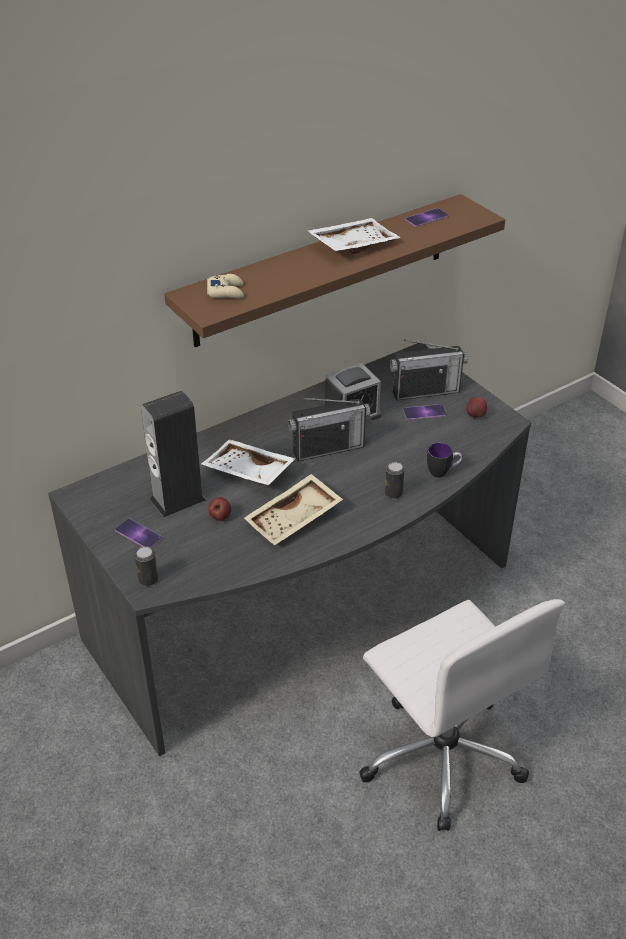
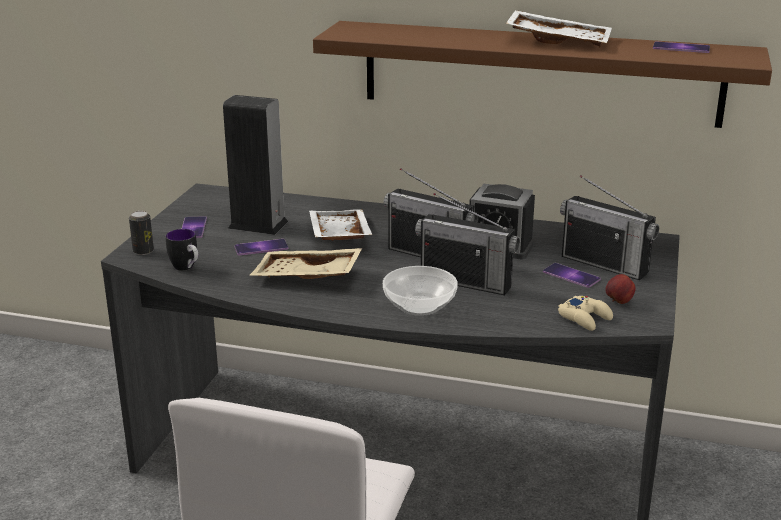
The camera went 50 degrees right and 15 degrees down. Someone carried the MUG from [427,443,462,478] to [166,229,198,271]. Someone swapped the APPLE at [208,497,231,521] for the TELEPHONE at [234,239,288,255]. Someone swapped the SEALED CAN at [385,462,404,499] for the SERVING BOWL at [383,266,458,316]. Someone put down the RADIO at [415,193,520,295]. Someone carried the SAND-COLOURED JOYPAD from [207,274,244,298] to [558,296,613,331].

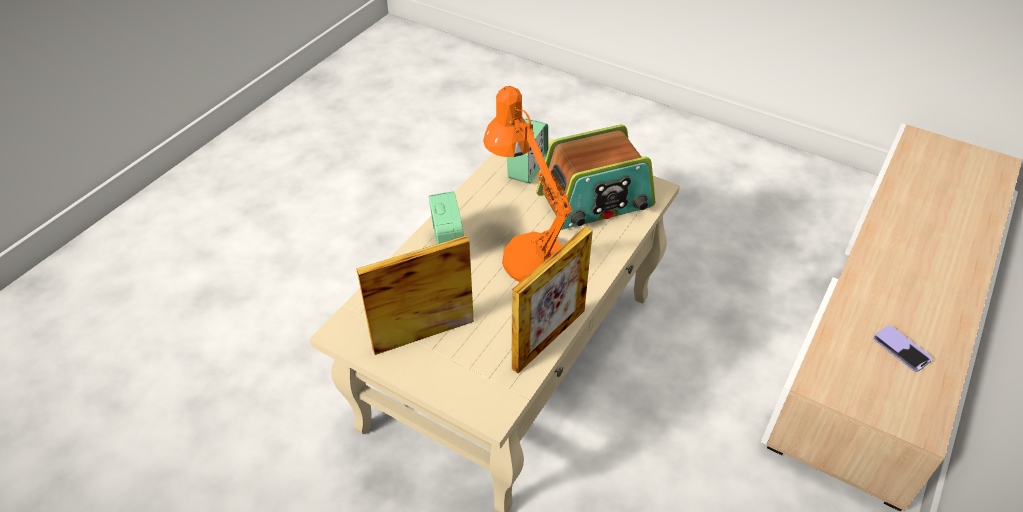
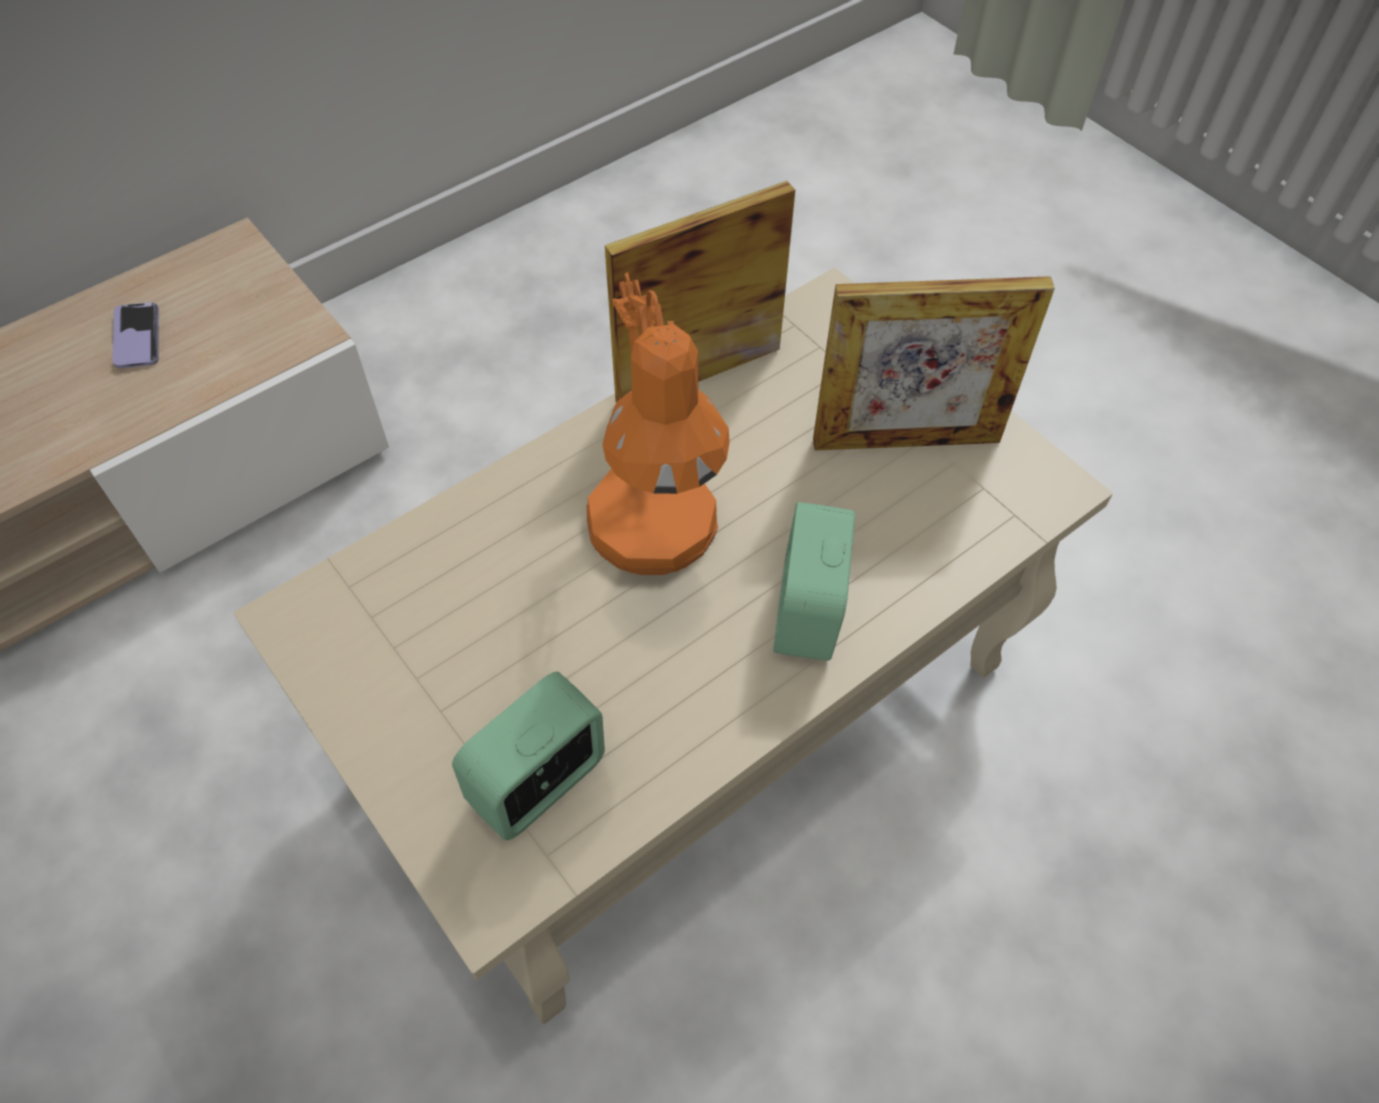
The camera went 160 degrees left and 10 degrees up. Someone took away the RADIO at [536,125,655,230].

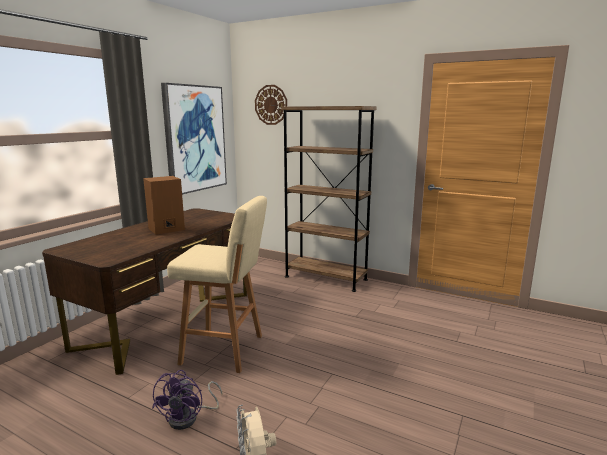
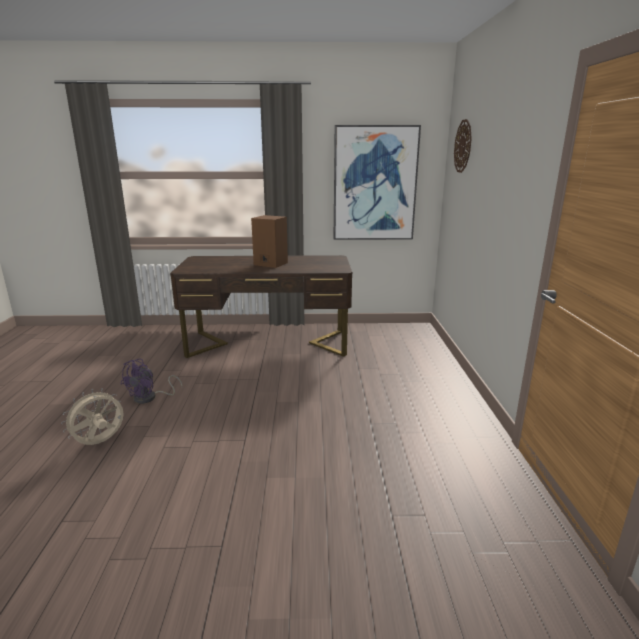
The camera went 60 degrees right and 5 degrees up. Someone rotated the PURPLE FAN at [152,370,222,430] by 45 degrees counterclockwise. Someone took away the SAND-COLOURED SITTING STOOL at [167,196,267,373]. Someone took away the BROWN BOOKSHELF at [281,106,377,292].

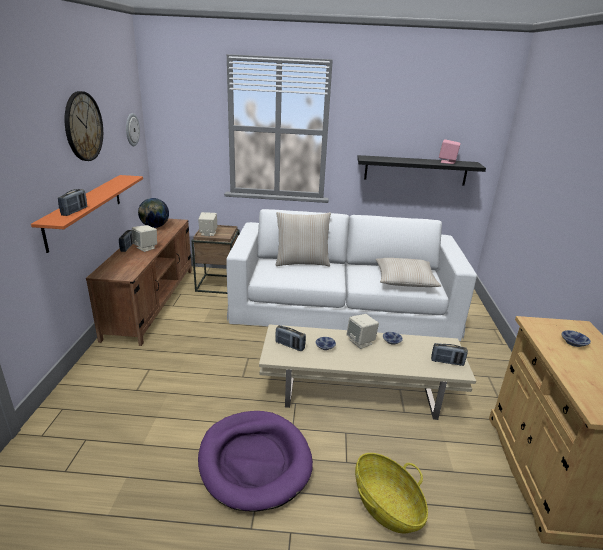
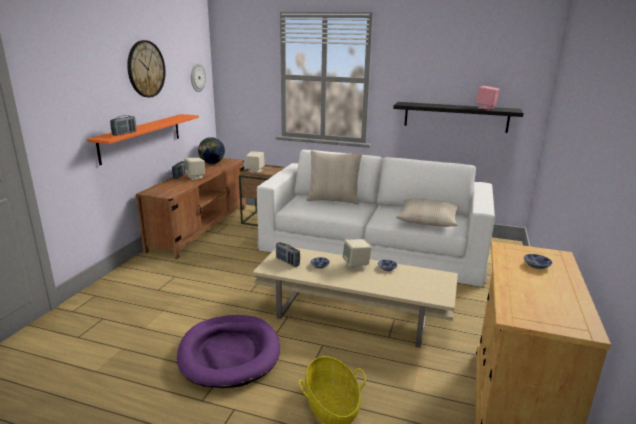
The camera went 15 degrees right and 5 degrees down. Someone took away the RADIO at [431,343,468,366].

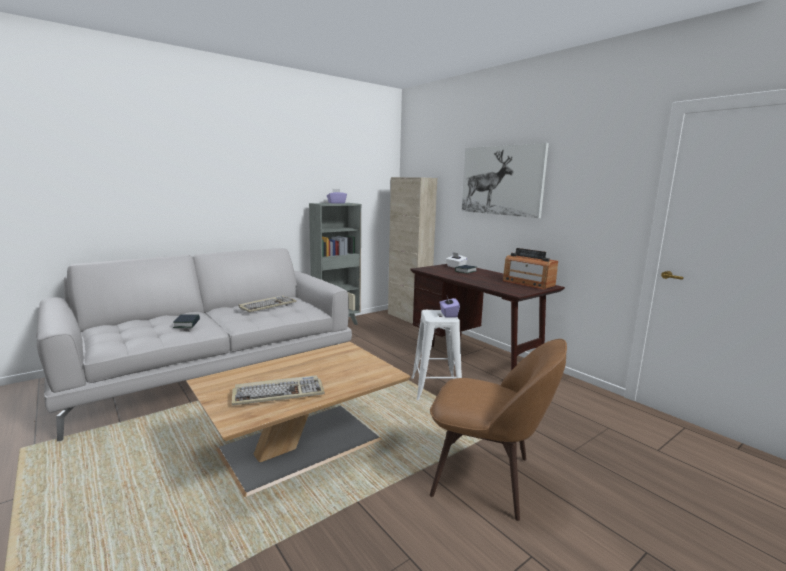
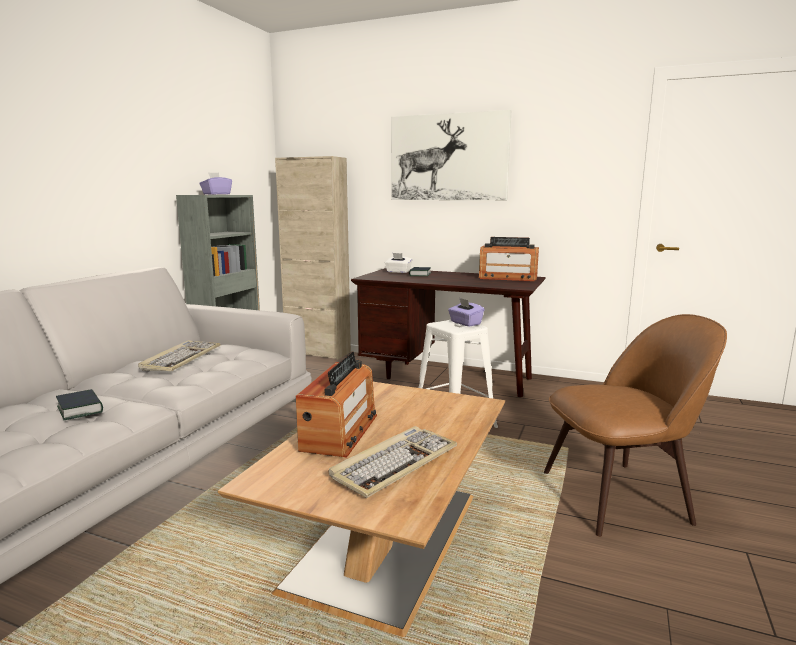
The camera went 30 degrees left and 0 degrees up. Someone put down the RADIO at [296,352,377,457].

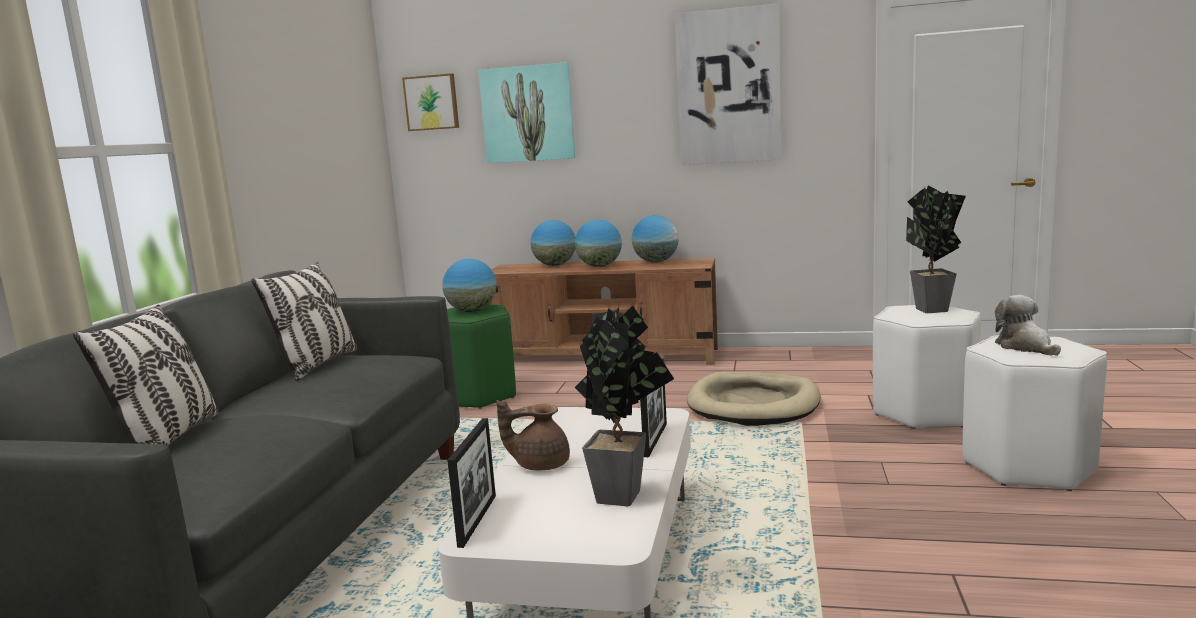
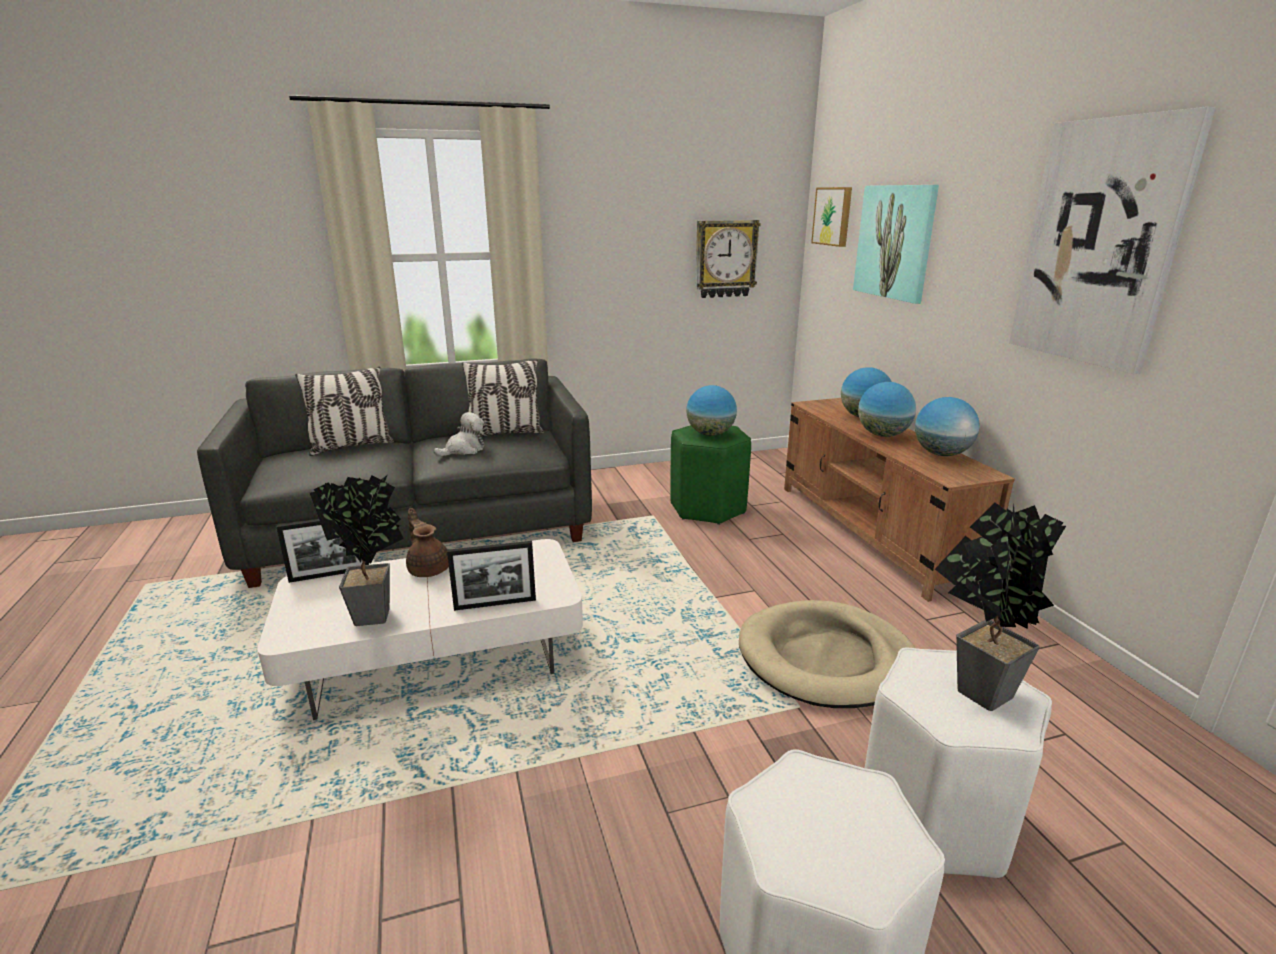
The camera went 60 degrees right and 10 degrees up. Someone carried the PLUSH TOY from [995,295,1061,356] to [434,412,485,456]. Someone put up the WALL CLOCK at [695,220,761,298].

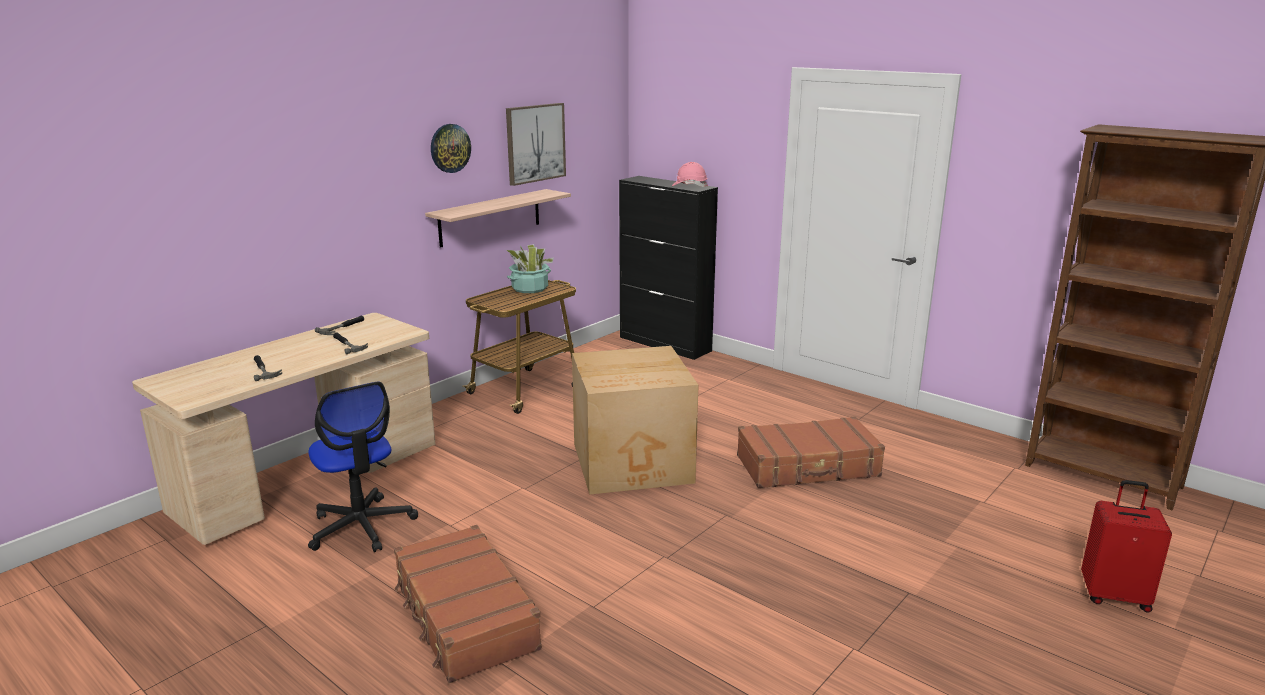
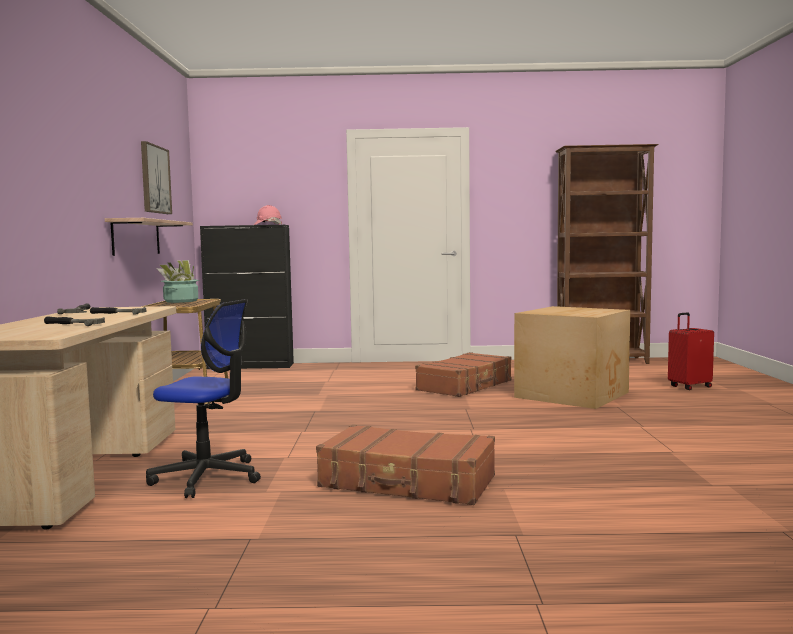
The camera went 40 degrees left and 15 degrees down. Someone carried the CARDBOARD BOX from [572,346,698,495] to [514,306,630,409]. Someone took away the WALL CLOCK at [431,124,471,173].

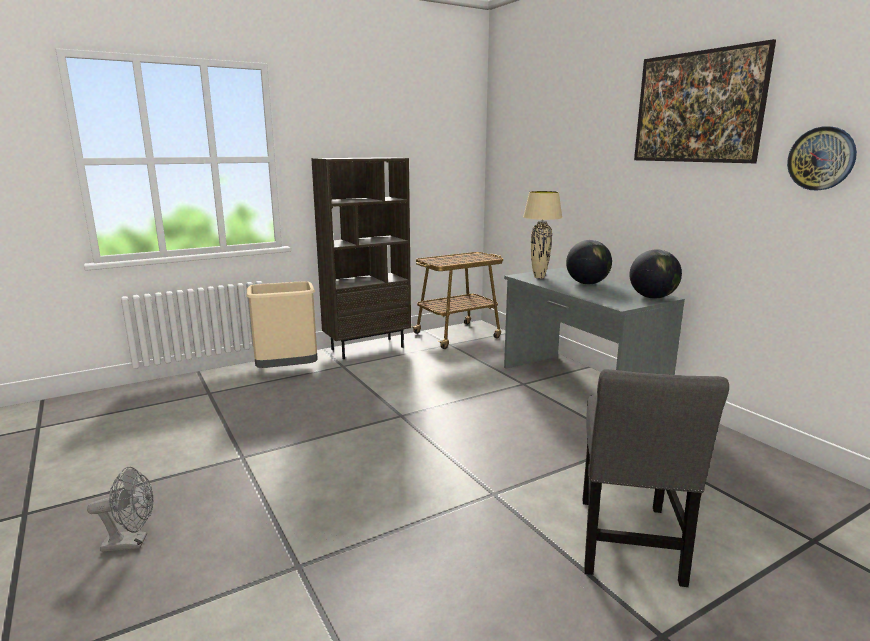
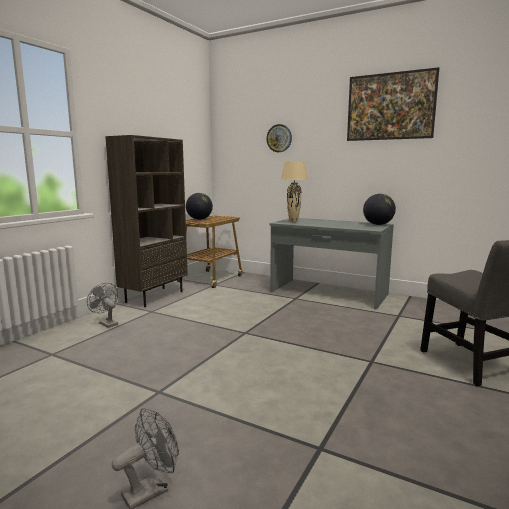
The camera went 30 degrees left and 5 degrees down. Someone swapped the SAND-COLOURED WASTE BIN at [246,281,318,368] for the GREYISH FAN at [87,283,118,328]. Someone carried the GLOBE from [566,240,612,284] to [186,193,213,220]. Someone carried the WALL CLOCK from [787,126,857,190] to [266,124,292,152].

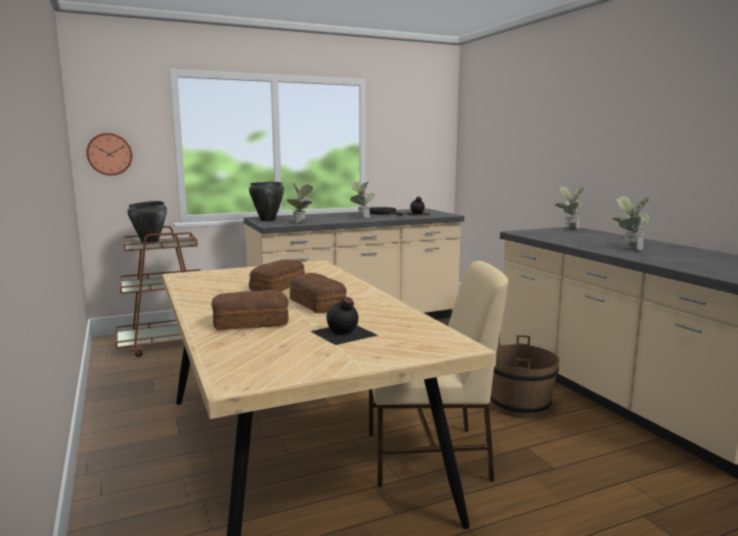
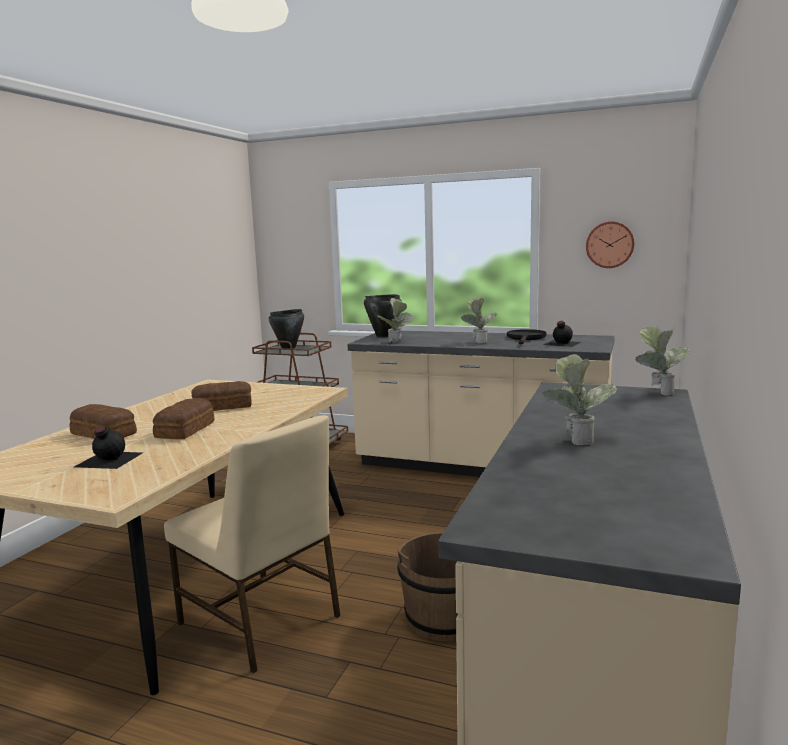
The camera went 45 degrees right and 0 degrees up. Someone carried the WALL CLOCK from [86,133,132,176] to [586,221,634,268].

